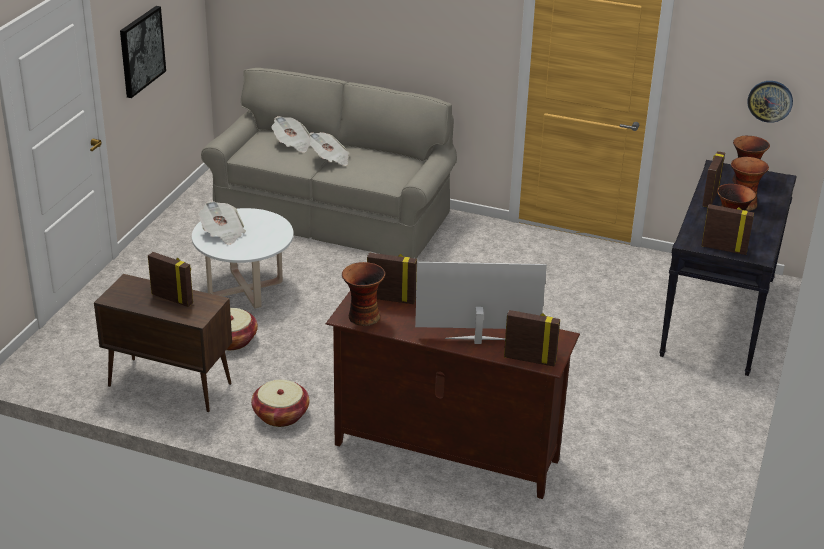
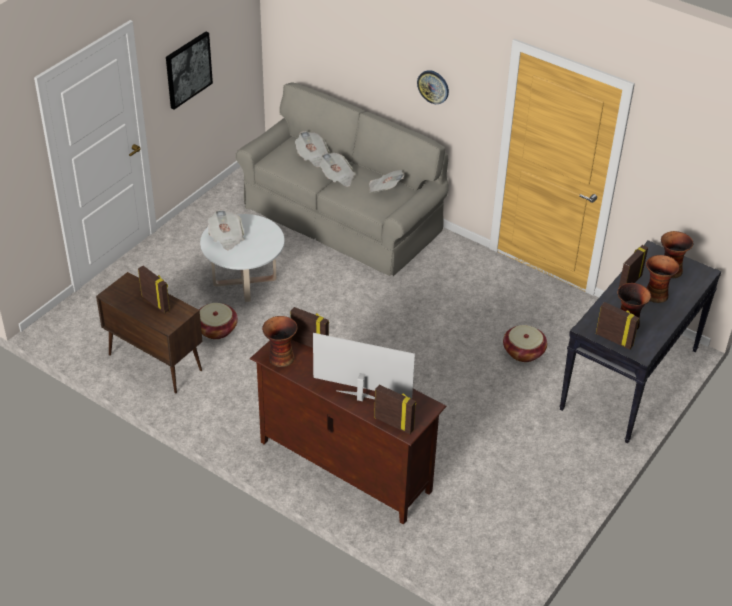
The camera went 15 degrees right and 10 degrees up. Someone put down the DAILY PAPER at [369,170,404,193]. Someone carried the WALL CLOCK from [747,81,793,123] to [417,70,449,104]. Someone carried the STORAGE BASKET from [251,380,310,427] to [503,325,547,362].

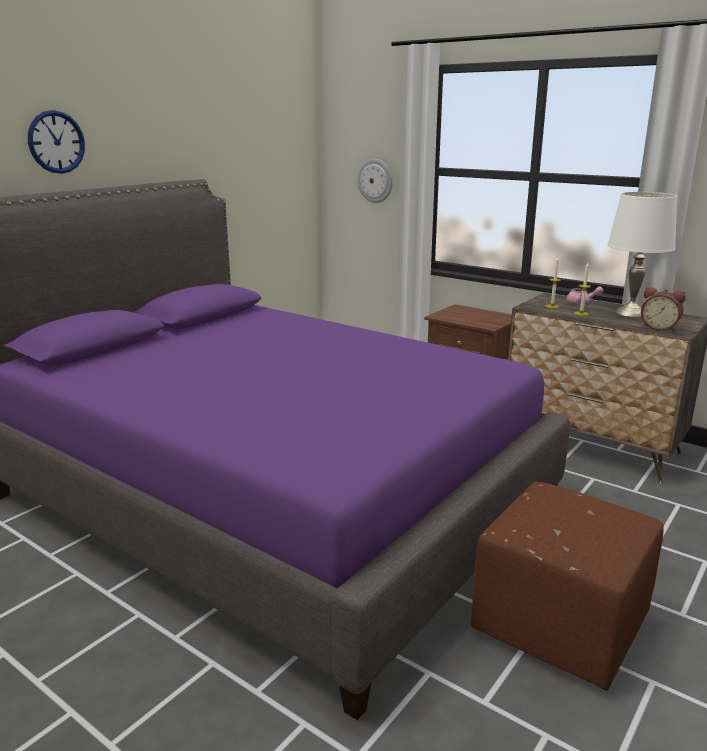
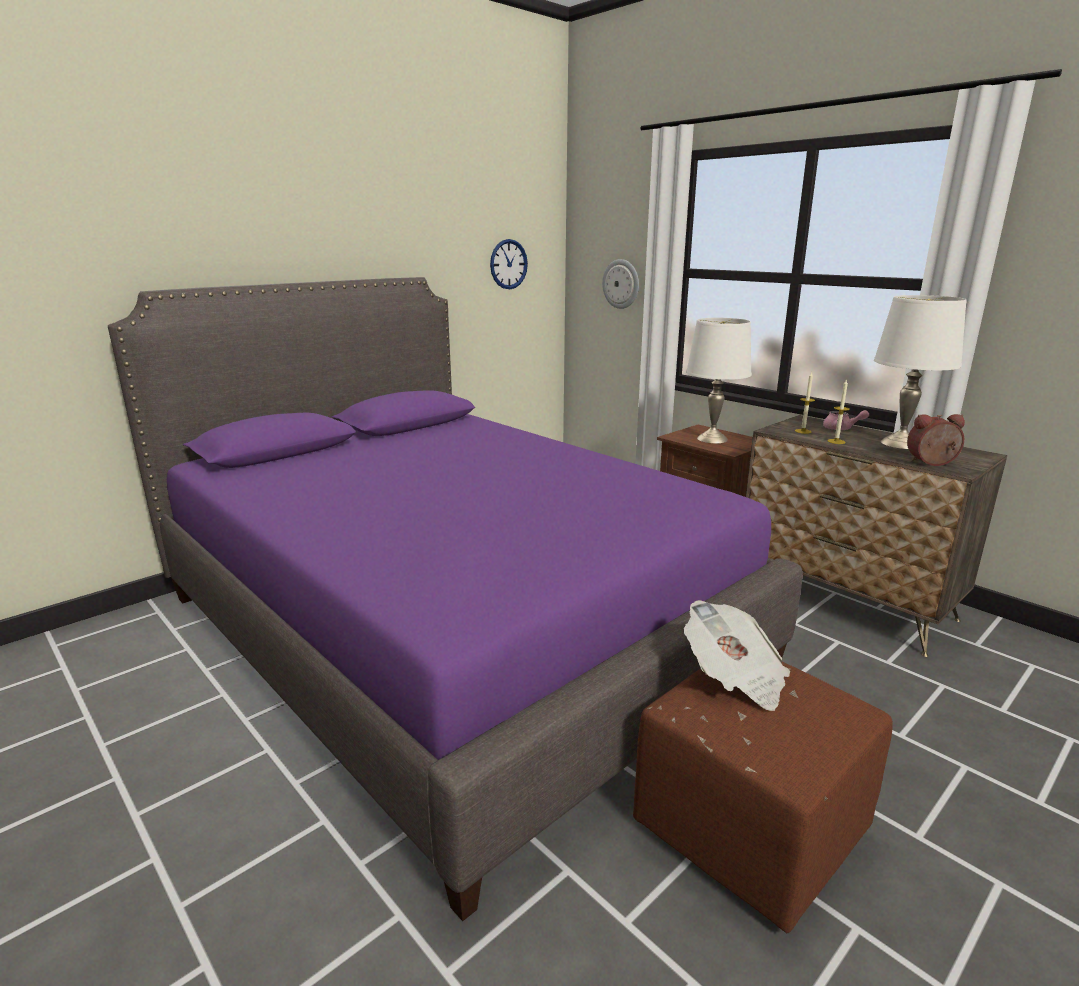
The camera went 10 degrees right and 0 degrees up. Someone carried the WALL CLOCK from [28,110,85,174] to [490,239,528,289]. Someone put down the DAILY PAPER at [684,600,790,711]. Someone put down the WHITE LAMP FOR A TABLE at [686,318,752,444]. Someone rotated the ALARM CLOCK at [641,287,686,331] by 135 degrees clockwise.

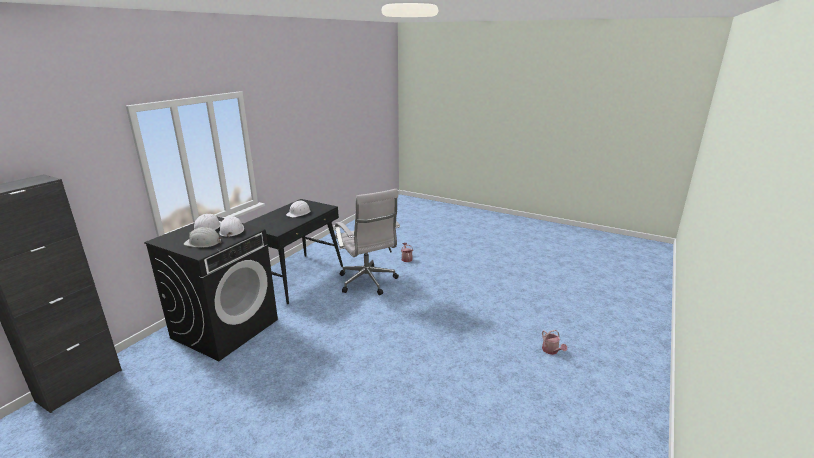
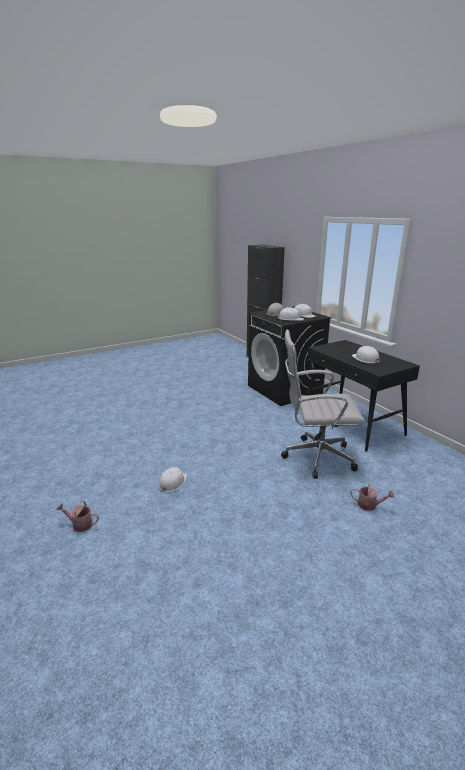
The camera went 120 degrees right and 0 degrees up. Someone put down the WHITE WORK HELMET at [158,467,187,493].

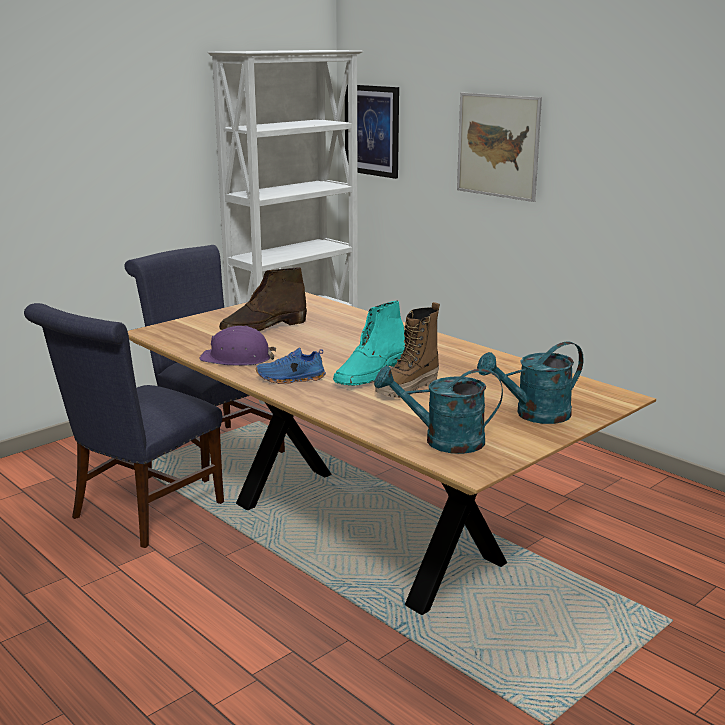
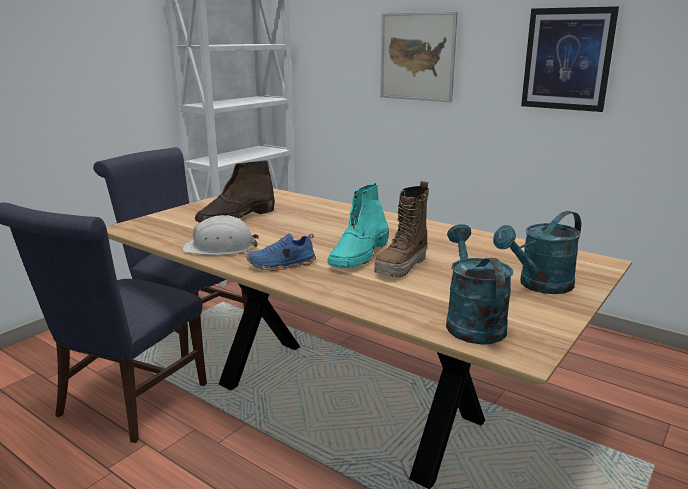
The camera went 10 degrees left and 0 degrees up. Someone repainted the PURPLE WORK HELMET at [199,326,276,366], which became the WHITE WORK HELMET at [182,215,259,255]. Someone rotated the TURQUOISE-COLOURED WATERING CAN at [374,366,503,454] by 90 degrees clockwise. Someone carried the WALL ART from [345,84,399,179] to [521,6,619,112].

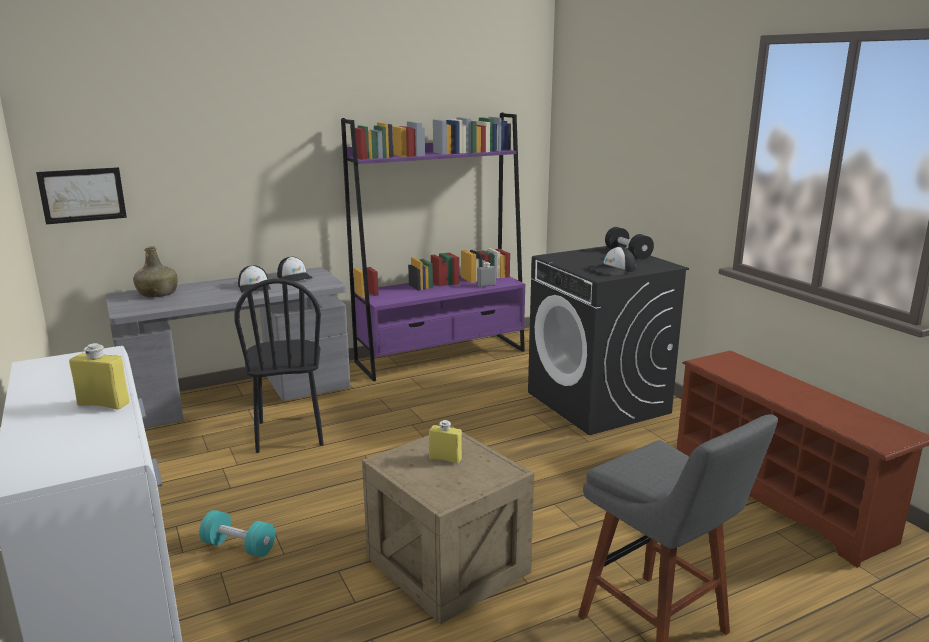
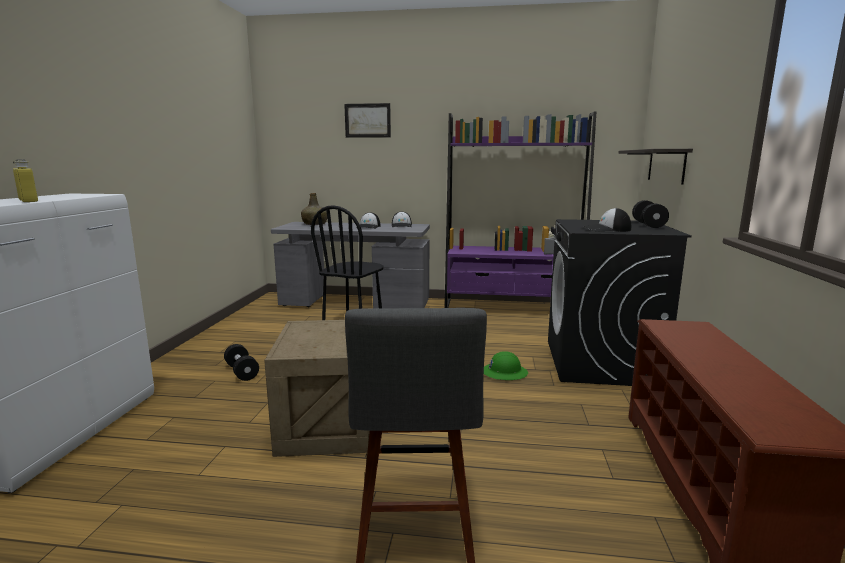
The camera went 35 degrees right and 5 degrees down. Someone repainted the TURQUOISE-COLOURED FREE WEIGHT at [199,510,275,557], which became the BLACK-COLOURED FREE WEIGHT at [224,344,259,381]. Someone carried the WALL ART from [36,167,127,224] to [344,103,391,138]. Someone put down the GREENISH WORK HELMET at [484,351,528,380]. Someone put up the SHELF at [618,149,693,185]. Someone took away the YELLOWISH BEVERAGE BOTTLE at [429,420,462,464].

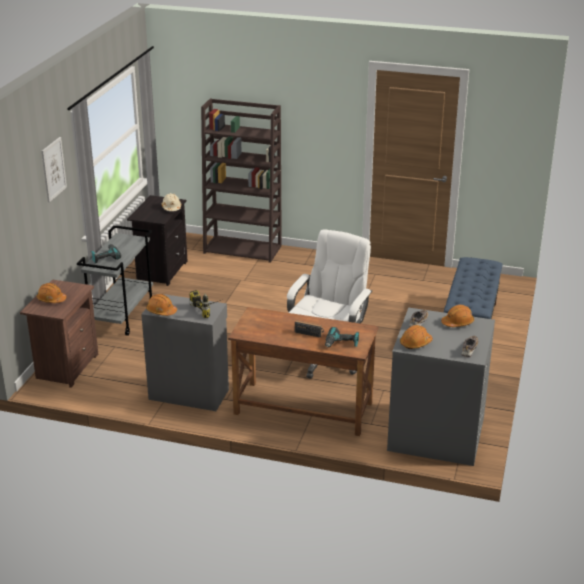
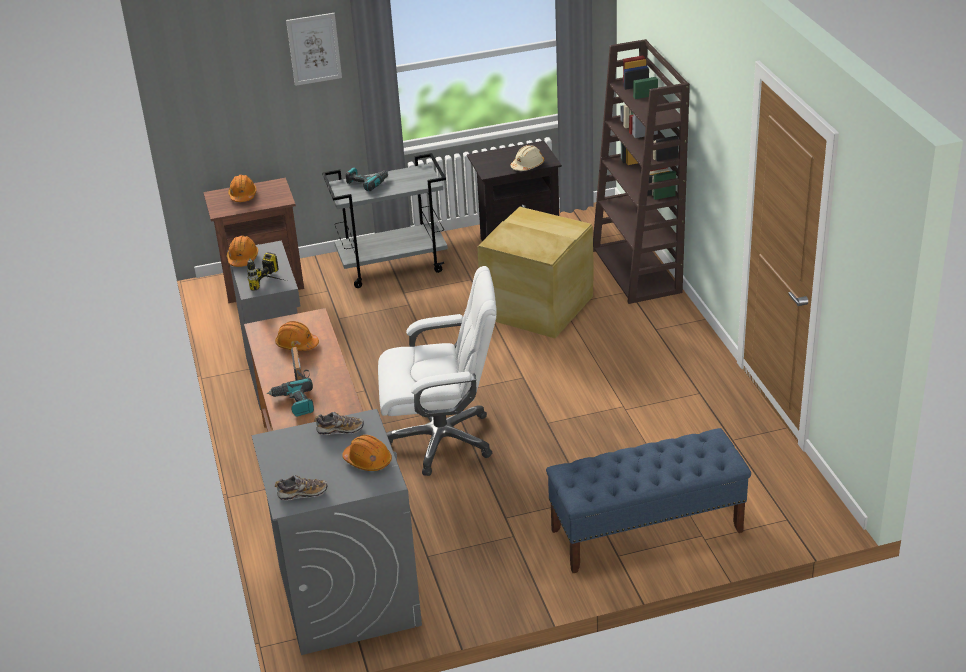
The camera went 60 degrees right and 5 degrees up. Someone carried the ORANGE-COLOURED WORK HELMET from [400,325,433,349] to [275,321,319,351]. Someone put down the SAND-COLOURED STORAGE BIN at [477,207,594,338].

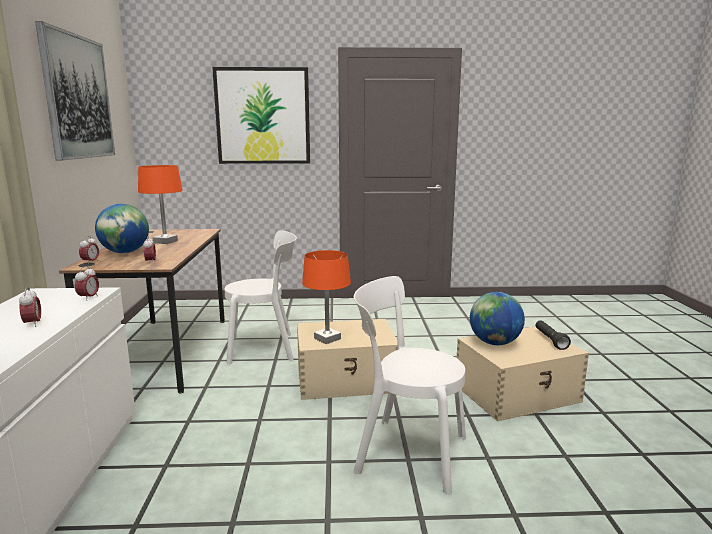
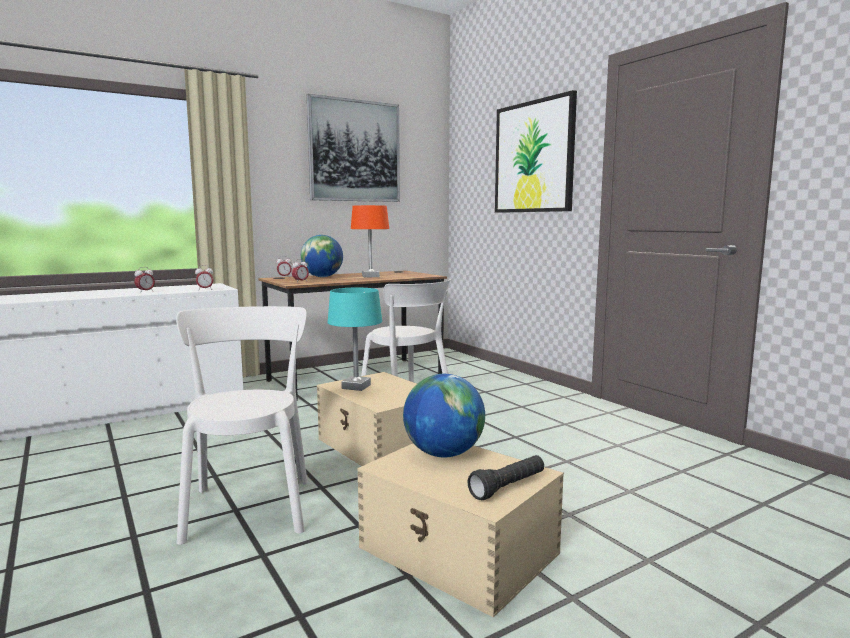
The camera went 60 degrees right and 5 degrees down. Someone repainted the ORANGE-COLOURED LAMP FOR A TABLE at [302,250,351,344], which became the TURQUOISE-COLOURED LAMP FOR A TABLE at [328,288,382,391].

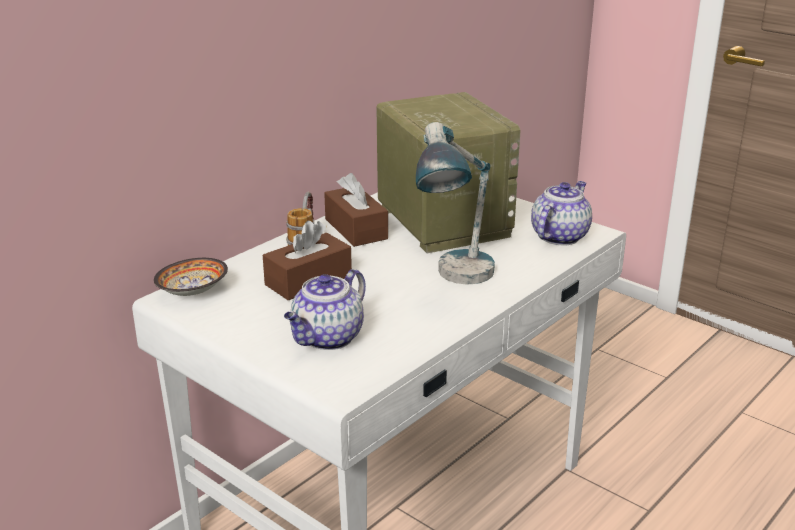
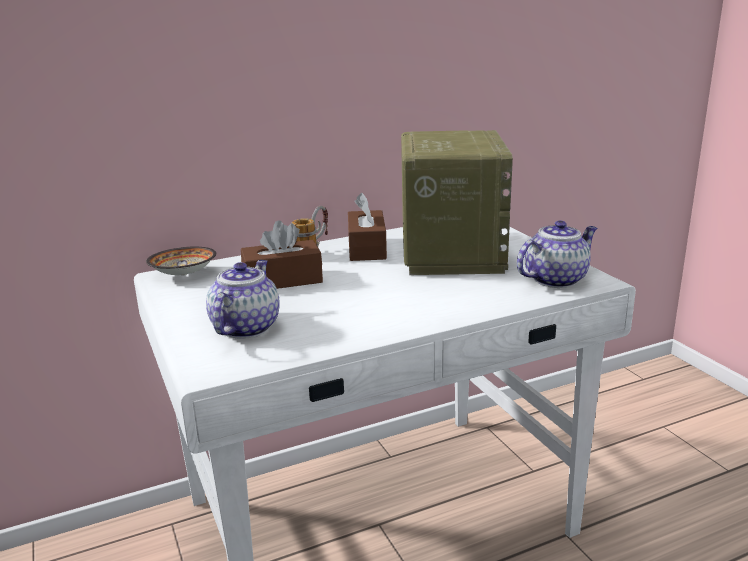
The camera went 25 degrees right and 5 degrees down. Someone rotated the TEAPOT at [284,269,366,350] by 135 degrees clockwise. Someone took away the LAMP FOR A TABLE at [416,122,495,285].

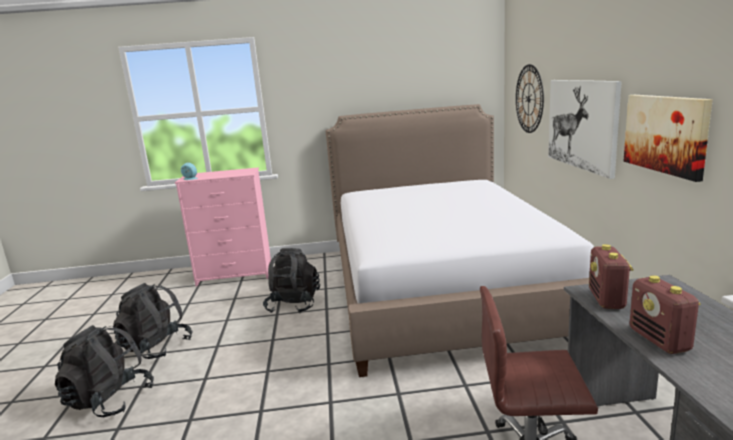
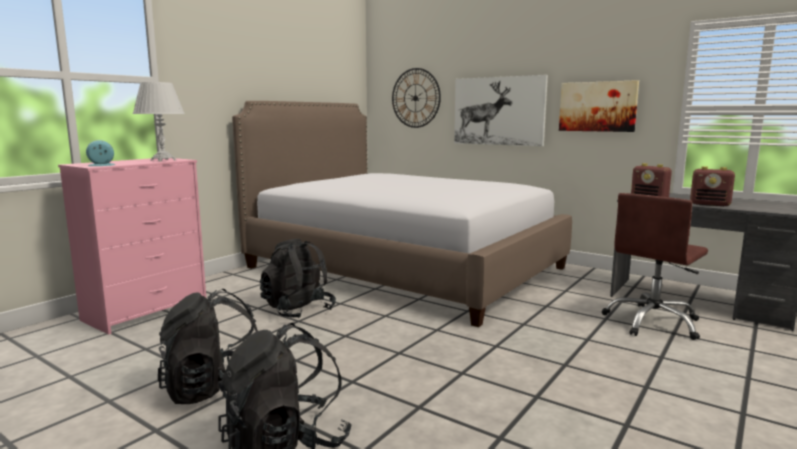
The camera went 50 degrees left and 5 degrees down. Someone put down the WHITE LAMP FOR A TABLE at [133,82,185,161].

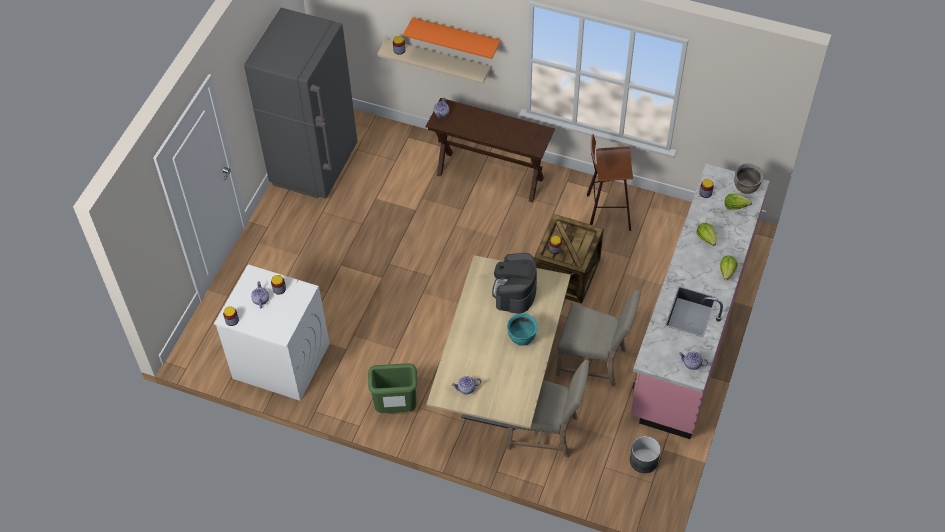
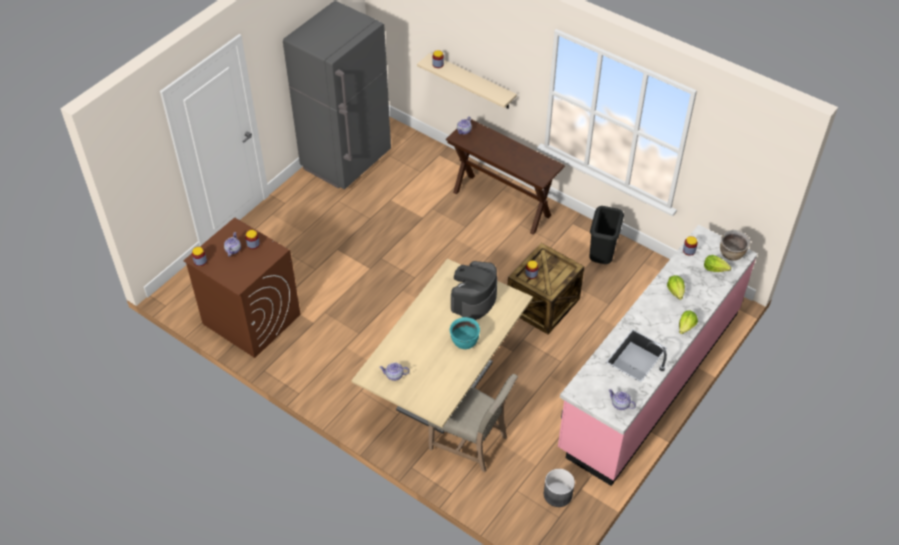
The camera went 15 degrees right and 5 degrees down. Someone repainted the WHITE LAUNDRY MACHINE at [214,264,330,401], which became the BROWN LAUNDRY MACHINE at [183,218,300,358]. Someone swapped the SITTING STOOL at [587,134,633,231] for the BLACK-COLOURED WASTE BIN at [589,206,624,264]. Someone took away the GREENISH WASTE BIN at [368,363,418,413]. Someone took away the ORANGE-COLOURED SHELF at [403,17,501,59]. Someone took away the SAND-COLOURED CHAIR at [556,290,641,387].

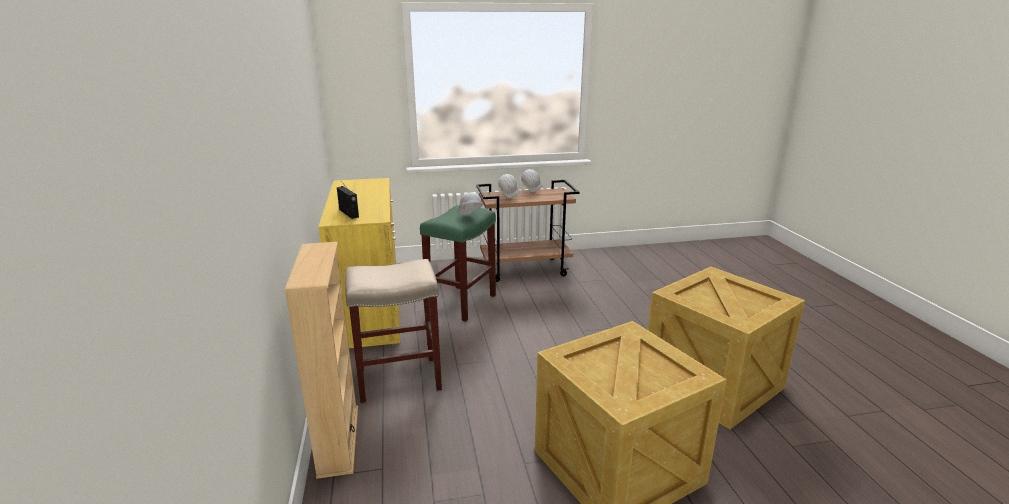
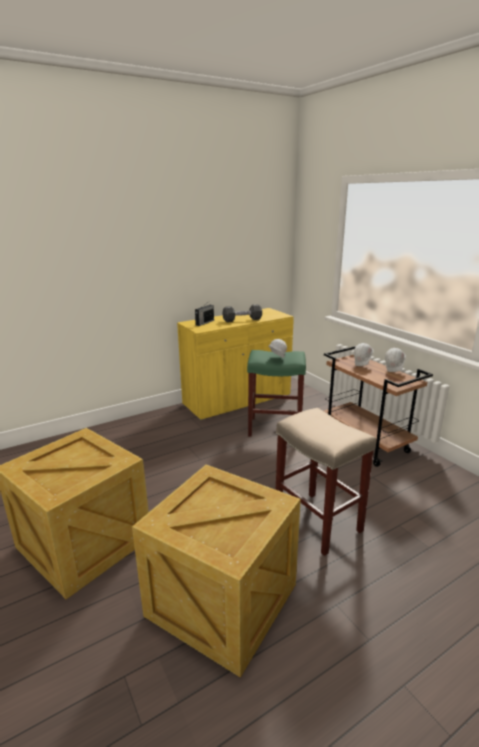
The camera went 70 degrees right and 0 degrees up. Someone put down the BLACK-COLOURED FREE WEIGHT at [223,304,262,322]. Someone carried the SAND-COLOURED SITTING STOOL from [345,259,442,403] to [275,408,376,556]. Someone took away the SAND-COLOURED BOOKSHELF at [284,242,358,479].

